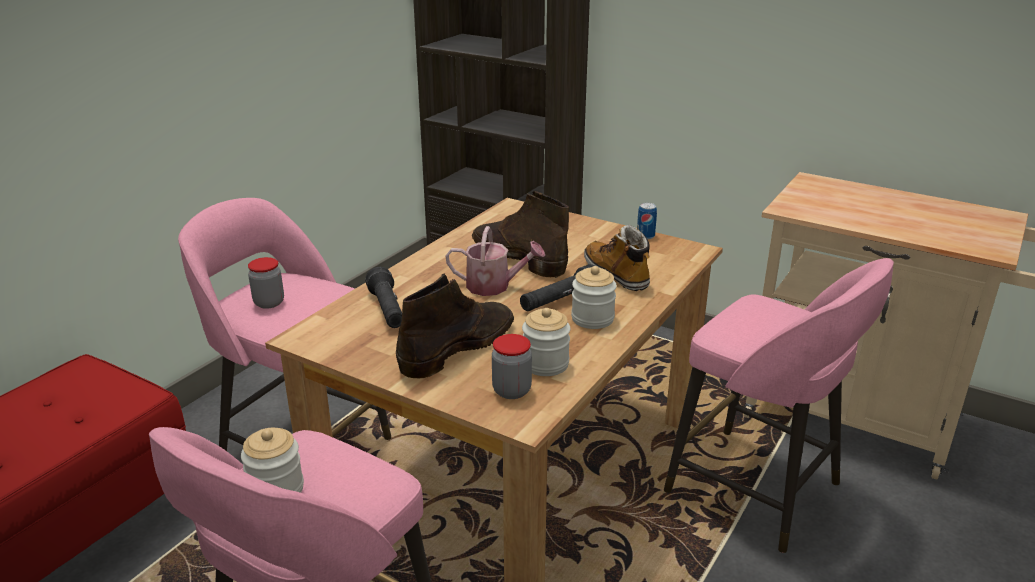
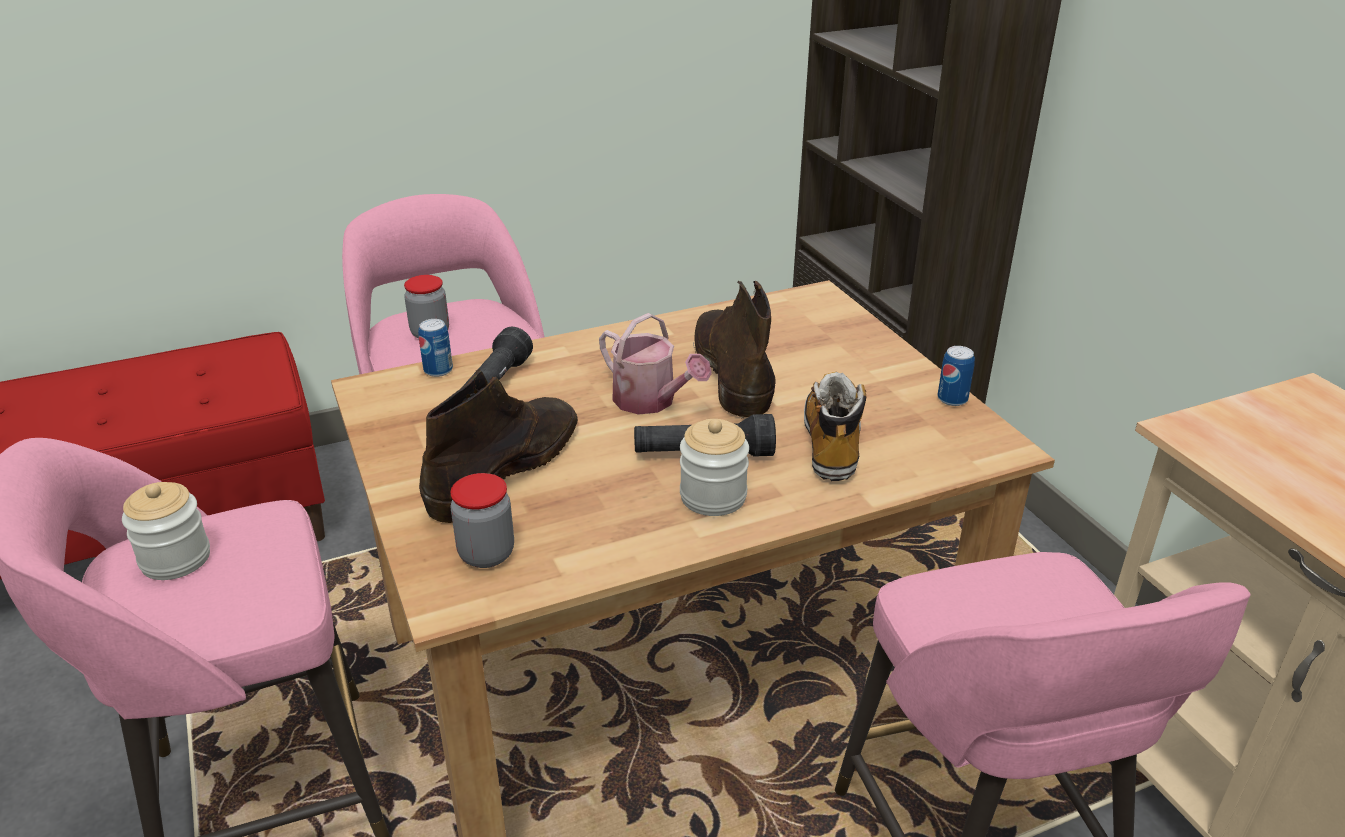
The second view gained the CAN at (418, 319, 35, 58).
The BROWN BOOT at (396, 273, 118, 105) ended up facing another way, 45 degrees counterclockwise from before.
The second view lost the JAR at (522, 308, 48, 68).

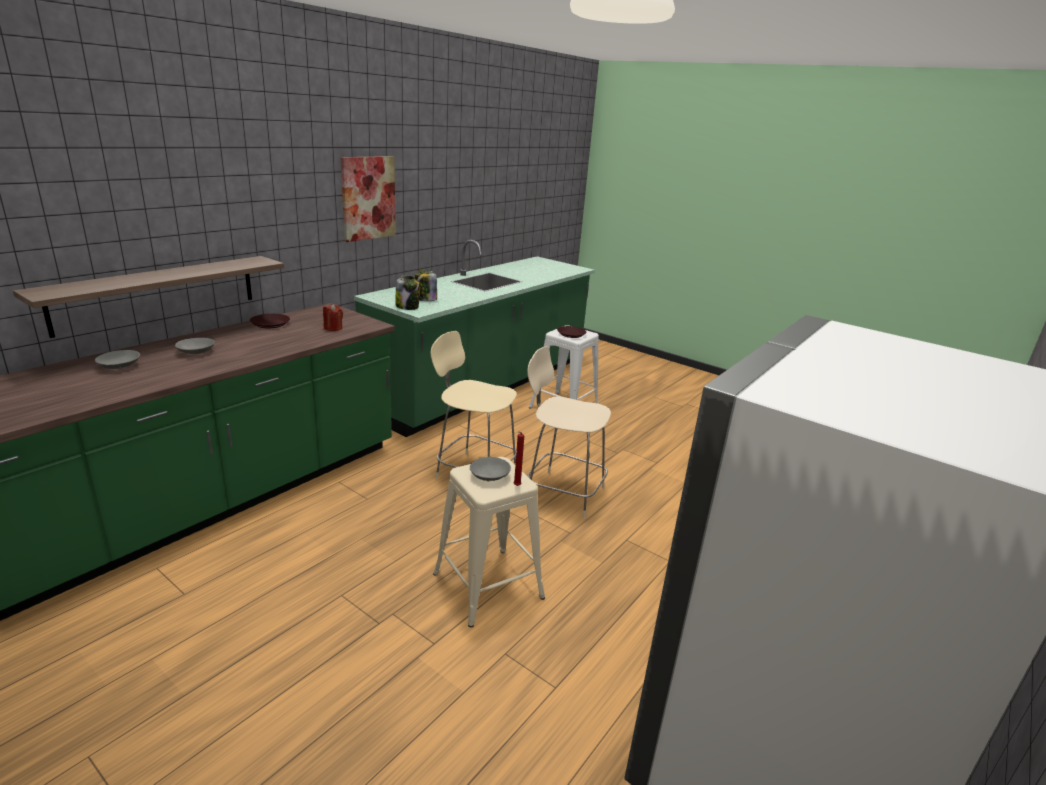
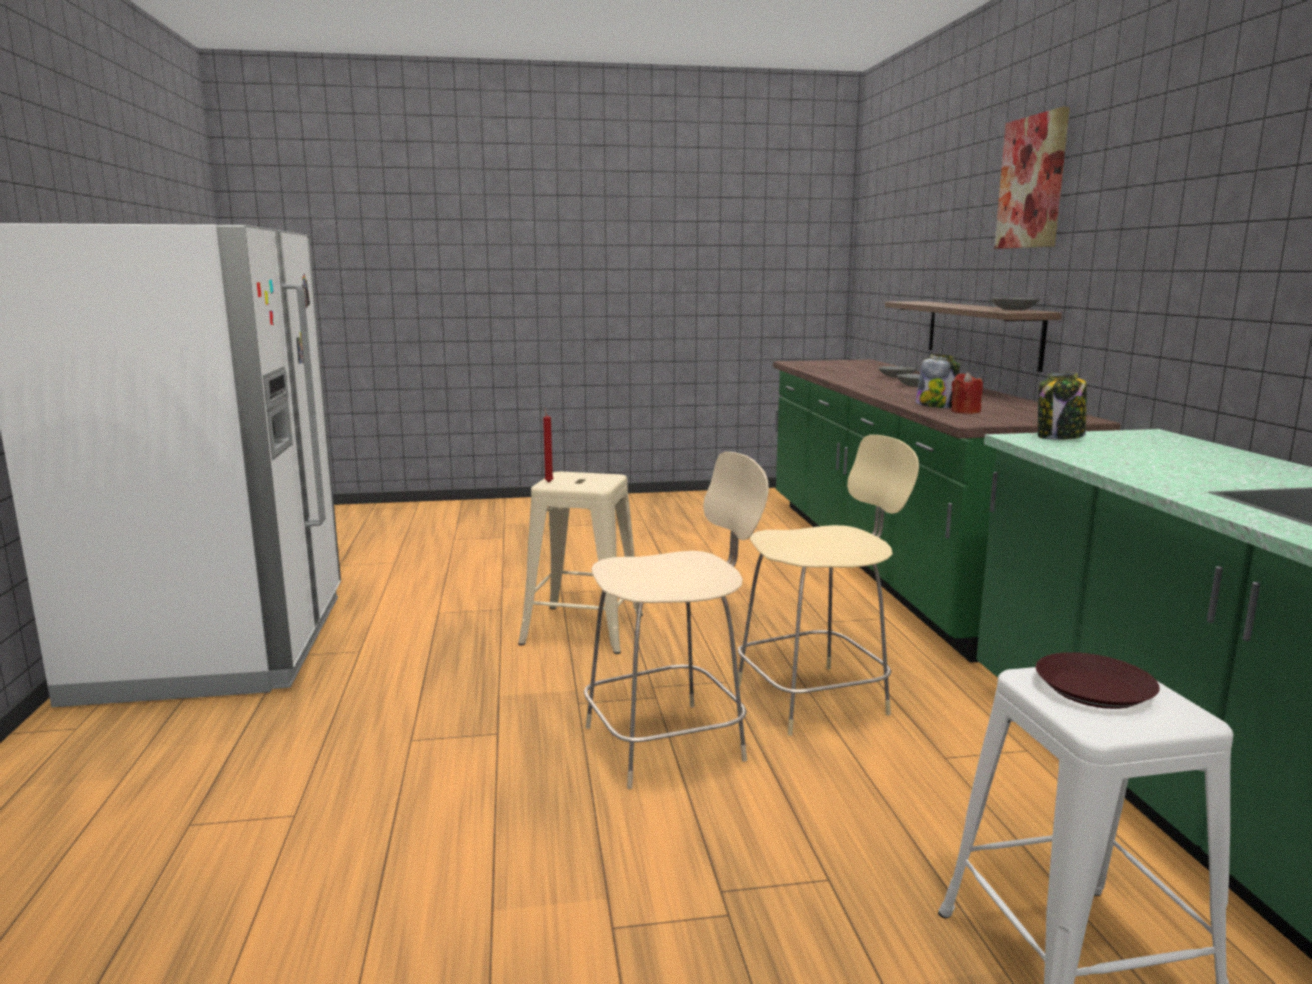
The JAR ended up elsewhere, having gone from (415, 270, 22, 31) to (915, 354, 45, 54).
The GREY BOWL ended up elsewhere, having gone from (470, 457, 41, 24) to (991, 298, 48, 12).
The PICTURE ended up elsewhere, having gone from (340, 156, 56, 86) to (994, 107, 76, 142).
The second view lost the BROWN PLATE at (250, 314, 40, 14).

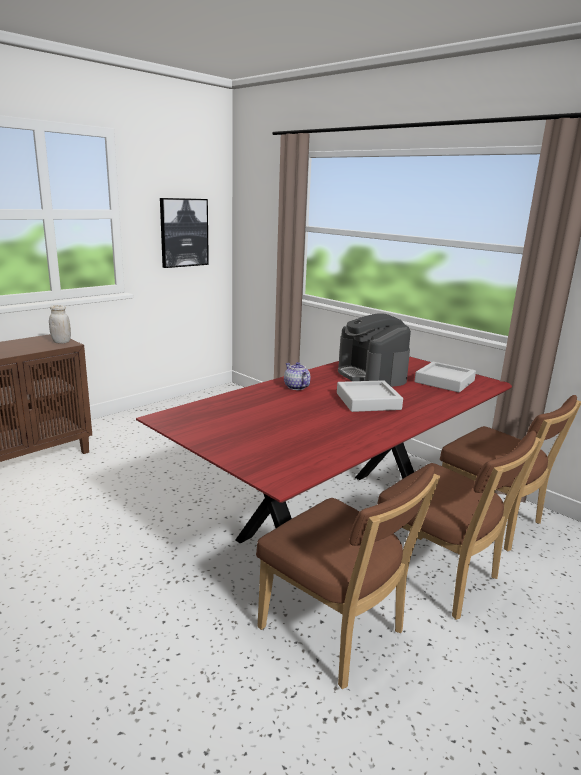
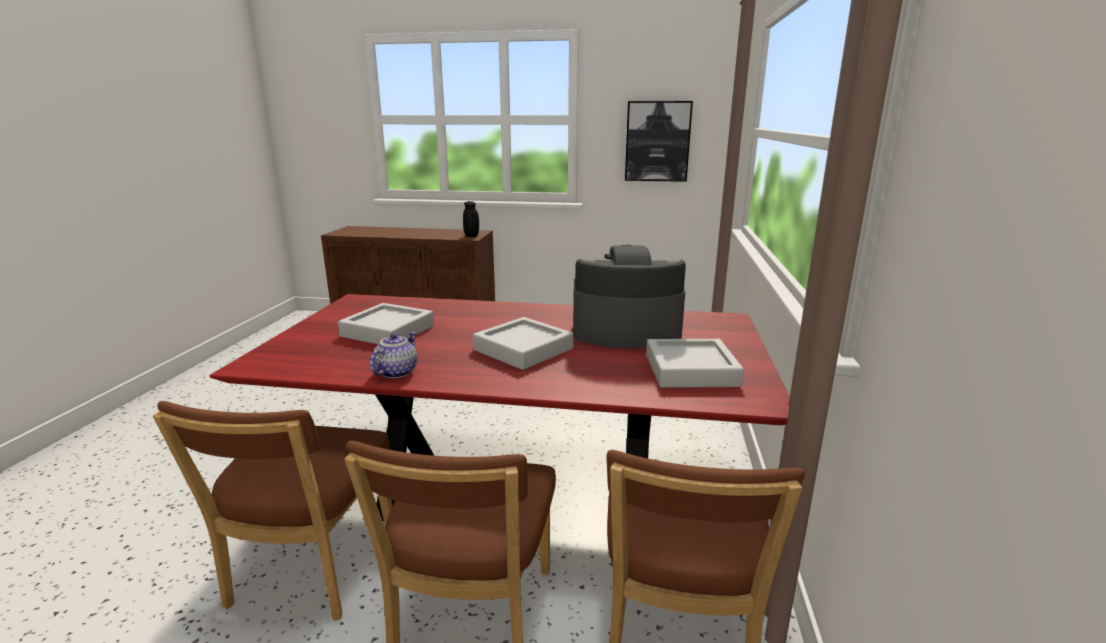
The second view gained the GREY TRAY at (338, 303, 96, 41).
The TEAPOT ended up elsewhere, having gone from (284, 362, 26, 28) to (369, 332, 48, 46).
What was the WHITE JAR at (49, 305, 22, 39) turned into the BLACK JAR at (463, 201, 16, 36).
The COFFEE MACHINE at (338, 313, 73, 74) ended up facing another way, 60 degrees clockwise from before.

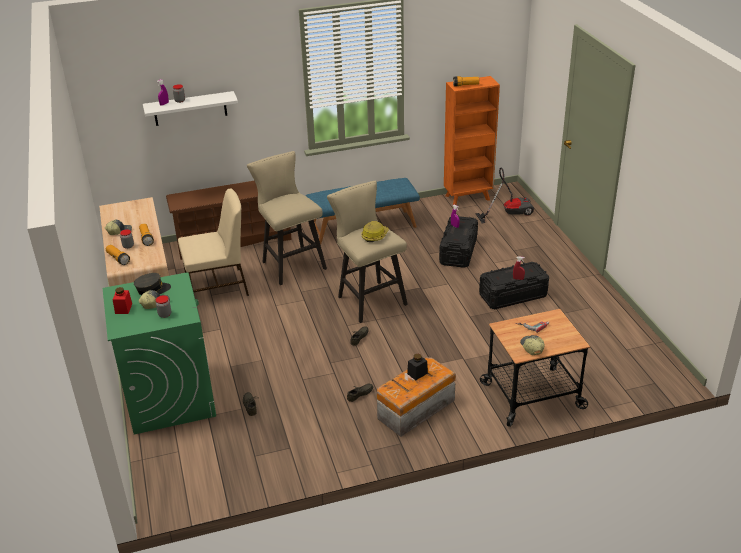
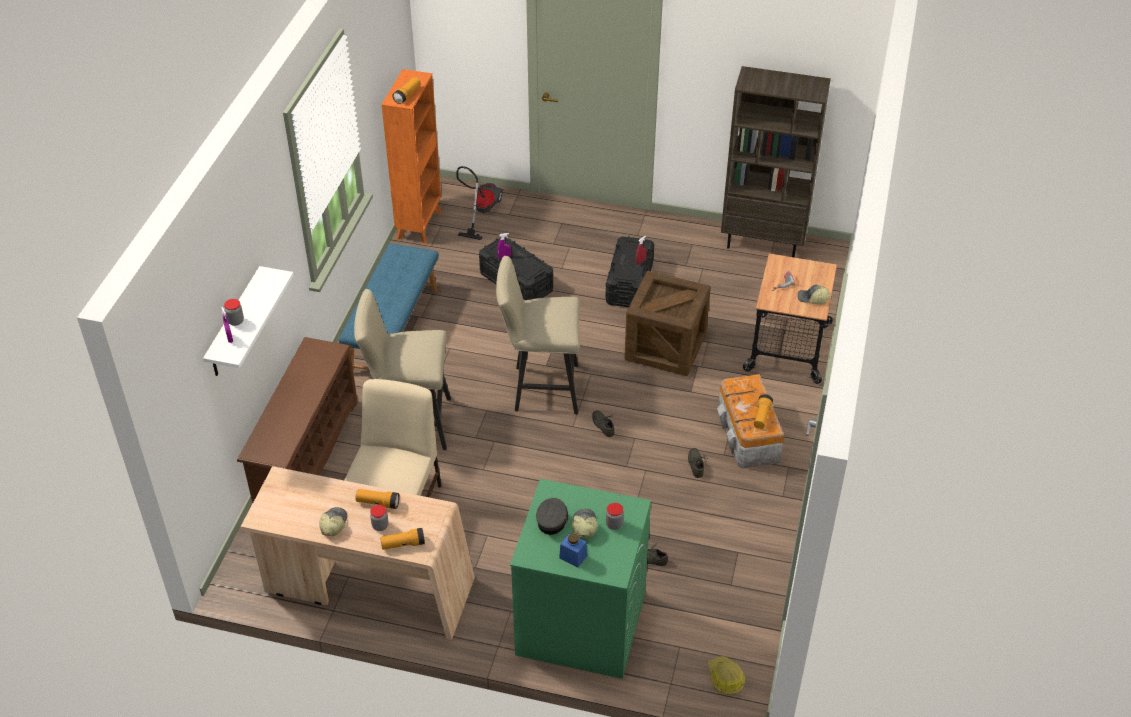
What was the RED JAR at (113, 287, 19, 27) turned into the BLUE JAR at (559, 533, 28, 35).
The second view gained the CRATE at (624, 271, 87, 105).
The HARD HAT ended up elsewhere, having gone from (361, 221, 28, 21) to (708, 656, 37, 39).
The second view gained the BROWN BOOKCASE at (721, 66, 110, 192).
The second view gained the FLASHLIGHT at (754, 394, 19, 35).
The second view lost the BLACK JAR at (407, 354, 21, 26).

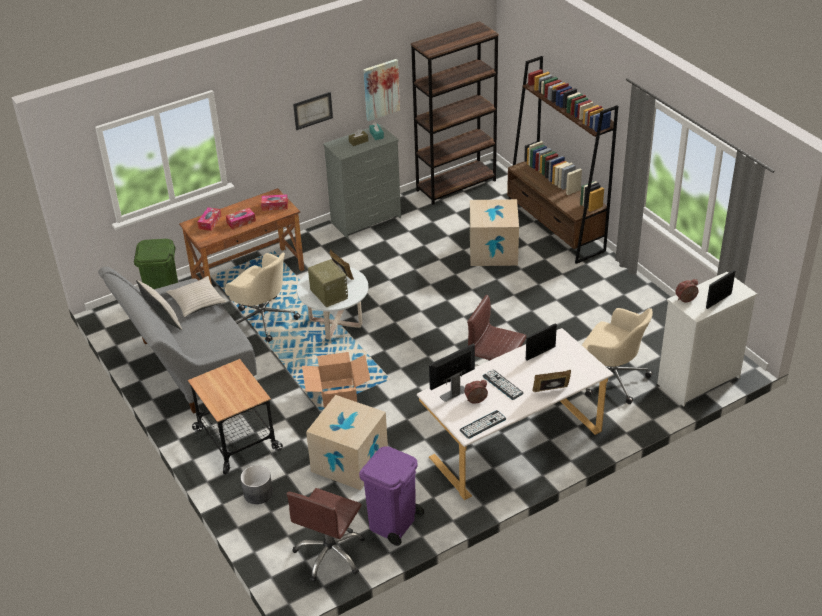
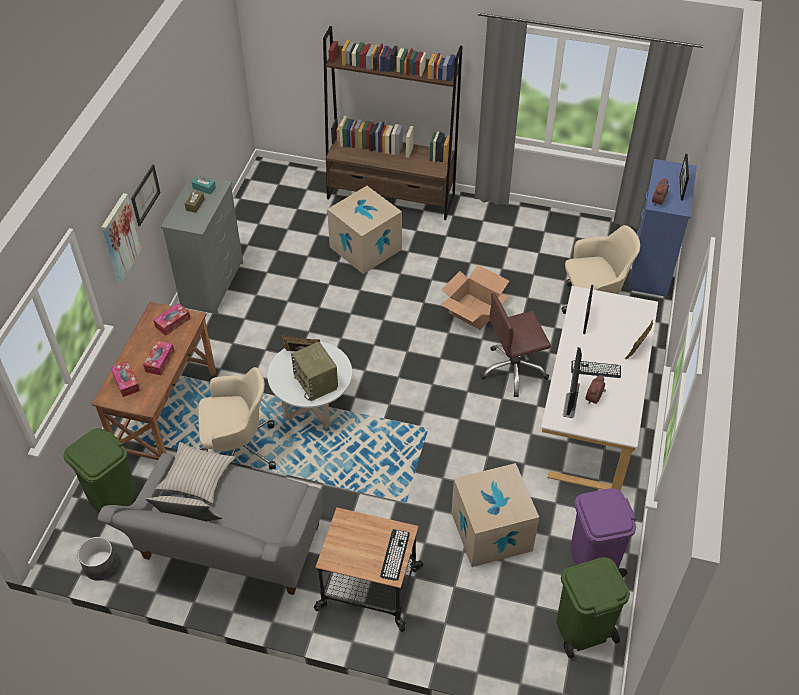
The GREY PLANTER ended up elsewhere, having gone from (241, 465, 32, 39) to (77, 537, 41, 44).
The PICTURE ended up elsewhere, having gone from (363, 59, 37, 62) to (102, 193, 40, 90).
The RADIO at (308, 259, 40, 48) ended up facing another way, 135 degrees counterclockwise from before.
The KEYBOARD ended up elsewhere, having gone from (460, 410, 46, 29) to (380, 529, 30, 52).
The CARDBOARD BOX ended up elsewhere, having gone from (302, 352, 69, 56) to (440, 264, 69, 66).
Where the BROWN OFFICE CHAIR stood at (286, 488, 79, 94), the GREEN TRASH CAN came to stand at (556, 557, 74, 101).
What was the WHITE DRESSER at (657, 272, 100, 134) turned into the BLUE DRESSER at (628, 159, 69, 138).
The second view lost the BROWN BOOKCASE at (411, 21, 88, 184).

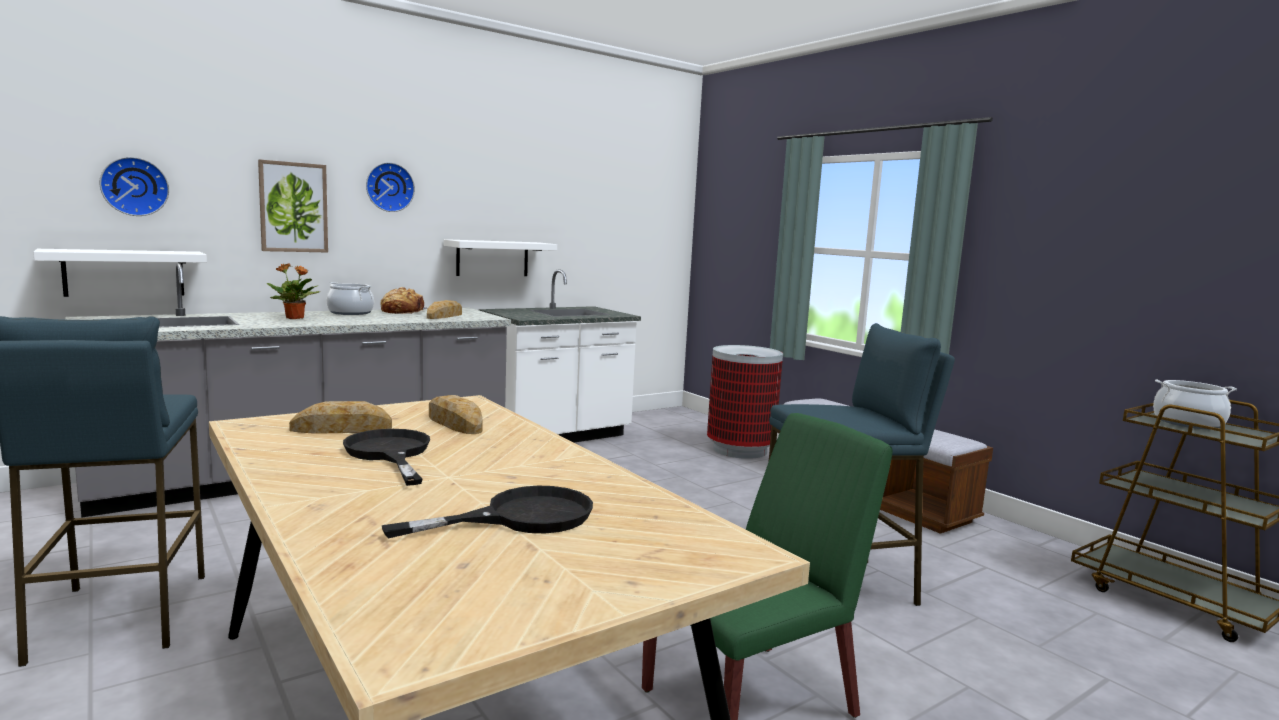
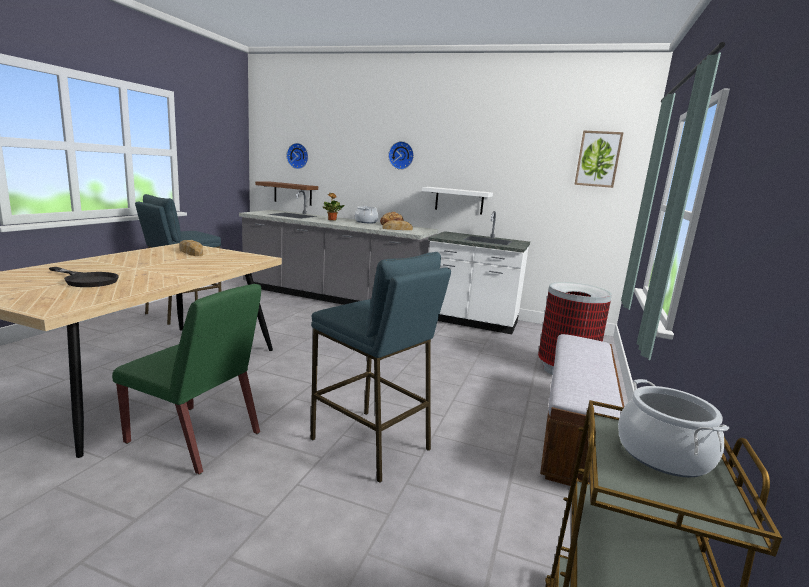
What was the WHITE SHELF at (33, 249, 174, 48) turned into the BROWN SHELF at (255, 181, 63, 25).
The PICTURE ended up elsewhere, having gone from (258, 159, 70, 94) to (574, 130, 50, 58).
The second view lost the BLACK FRYING PAN at (343, 429, 87, 57).
The second view lost the BREAD at (429, 395, 54, 39).

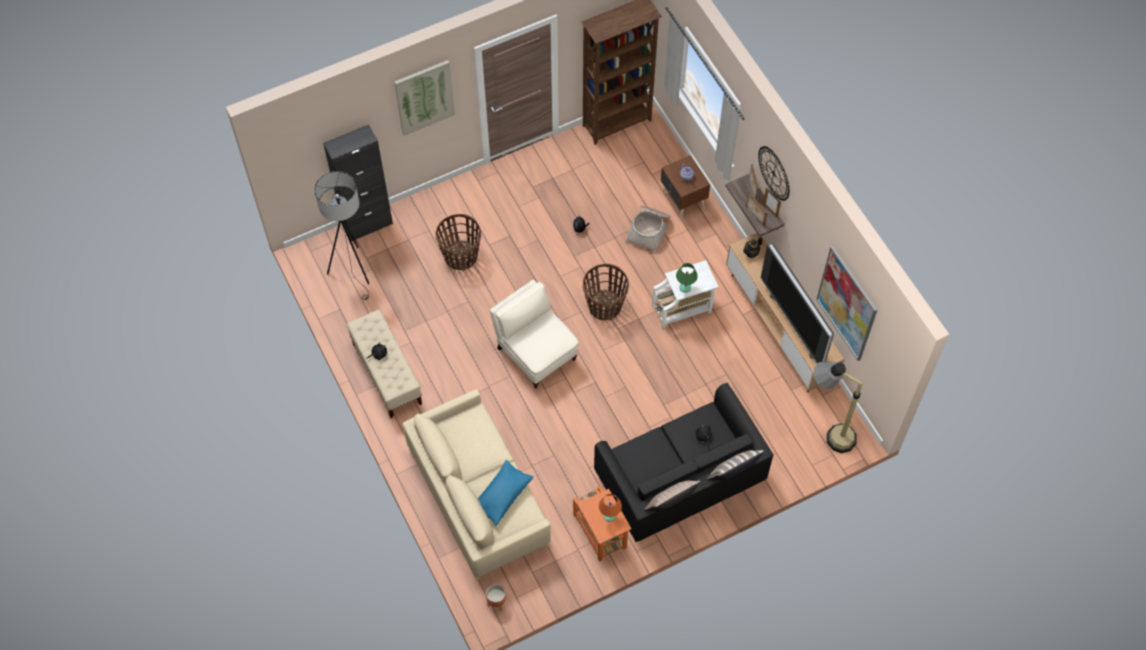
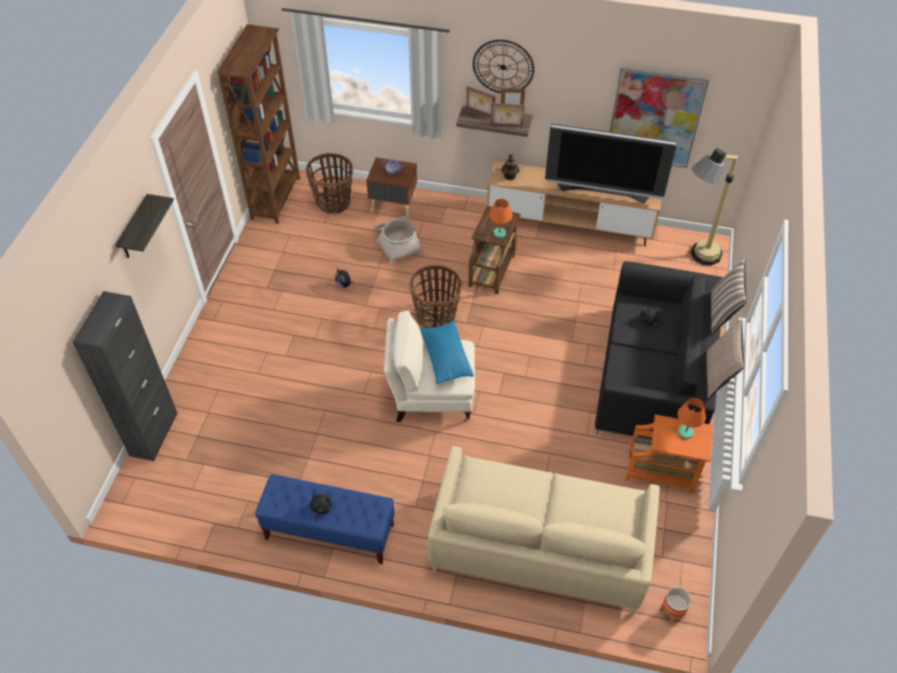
Where the PICTURE hung at (394, 60, 61, 76), the SHELF came to hang at (115, 194, 59, 64).
What was the BEIGE BENCH at (347, 310, 75, 108) turned into the BLUE BENCH at (255, 474, 140, 90).
The BASKET ended up elsewhere, having gone from (436, 214, 45, 57) to (306, 153, 47, 61).
The BLUE PILLOW ended up elsewhere, having gone from (478, 460, 55, 66) to (420, 321, 54, 63).
What was the WHITE SIDE TABLE at (652, 260, 67, 68) turned into the BROWN SIDE TABLE at (468, 206, 53, 88).
What was the GREEN TABLE LAMP at (676, 263, 22, 30) turned into the ORANGE TABLE LAMP at (489, 199, 24, 39).
The second view lost the GREY FLOOR LAMP at (314, 171, 55, 129).

